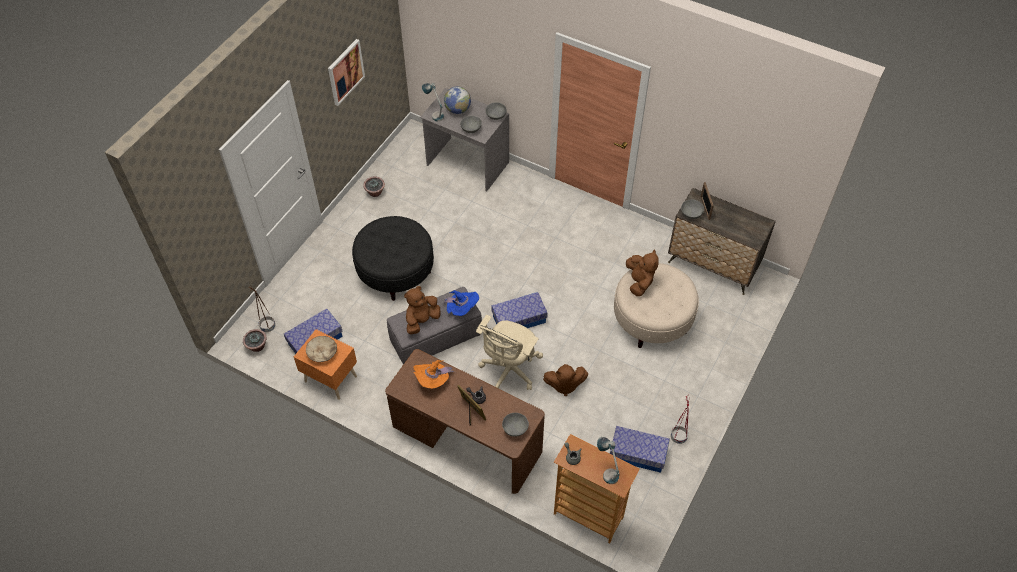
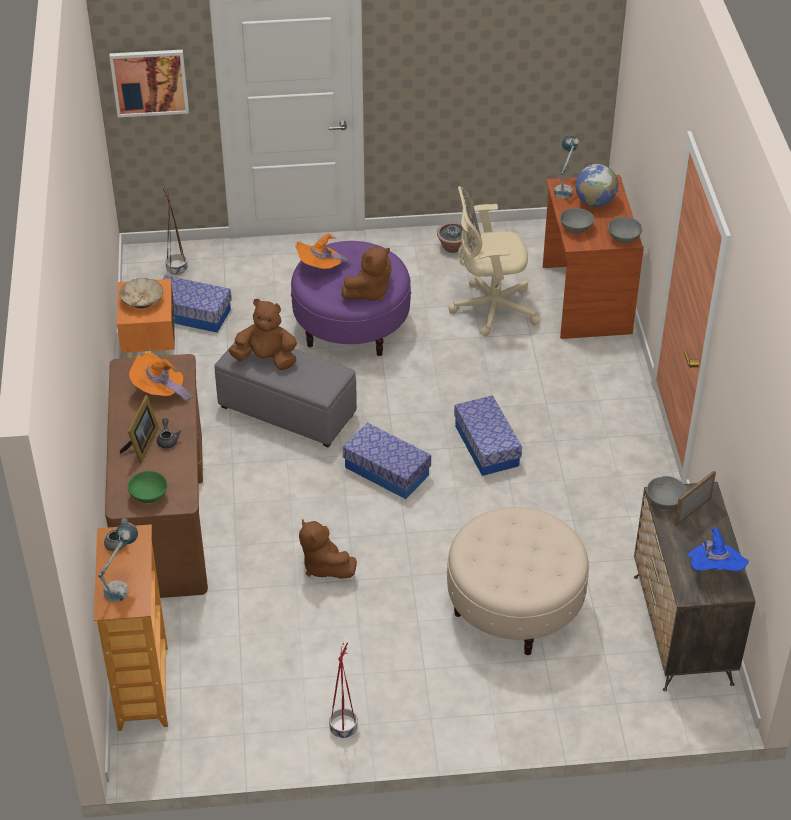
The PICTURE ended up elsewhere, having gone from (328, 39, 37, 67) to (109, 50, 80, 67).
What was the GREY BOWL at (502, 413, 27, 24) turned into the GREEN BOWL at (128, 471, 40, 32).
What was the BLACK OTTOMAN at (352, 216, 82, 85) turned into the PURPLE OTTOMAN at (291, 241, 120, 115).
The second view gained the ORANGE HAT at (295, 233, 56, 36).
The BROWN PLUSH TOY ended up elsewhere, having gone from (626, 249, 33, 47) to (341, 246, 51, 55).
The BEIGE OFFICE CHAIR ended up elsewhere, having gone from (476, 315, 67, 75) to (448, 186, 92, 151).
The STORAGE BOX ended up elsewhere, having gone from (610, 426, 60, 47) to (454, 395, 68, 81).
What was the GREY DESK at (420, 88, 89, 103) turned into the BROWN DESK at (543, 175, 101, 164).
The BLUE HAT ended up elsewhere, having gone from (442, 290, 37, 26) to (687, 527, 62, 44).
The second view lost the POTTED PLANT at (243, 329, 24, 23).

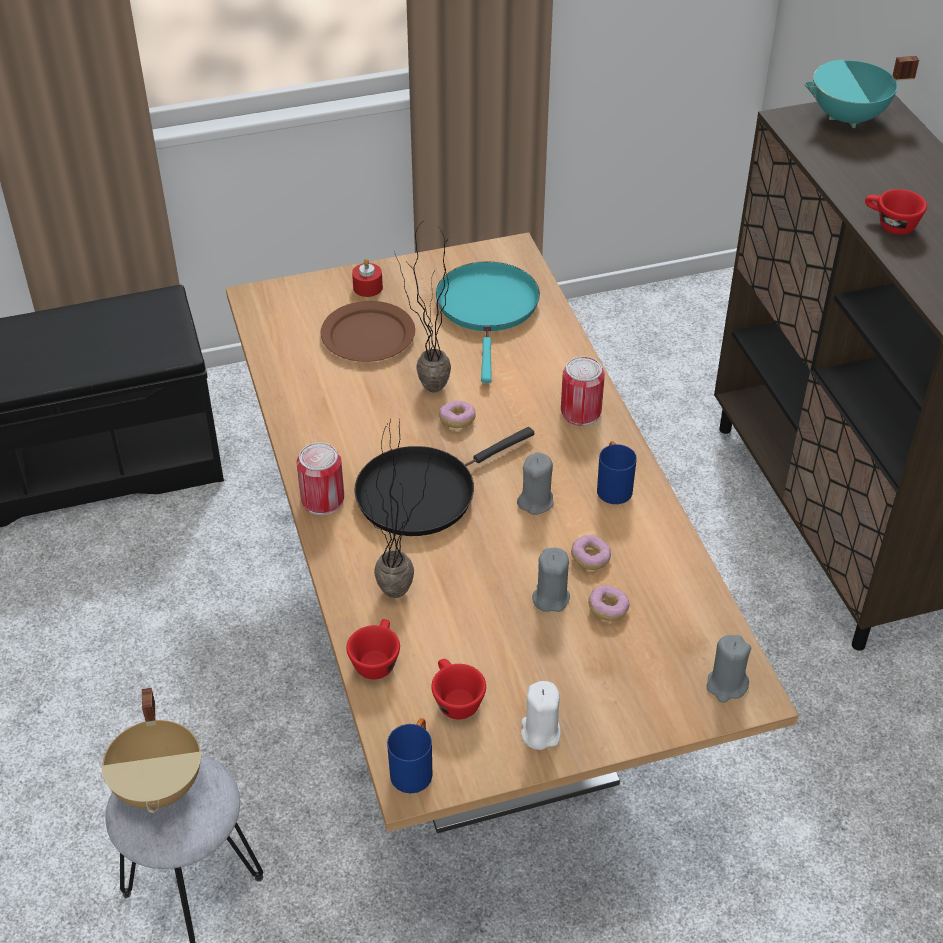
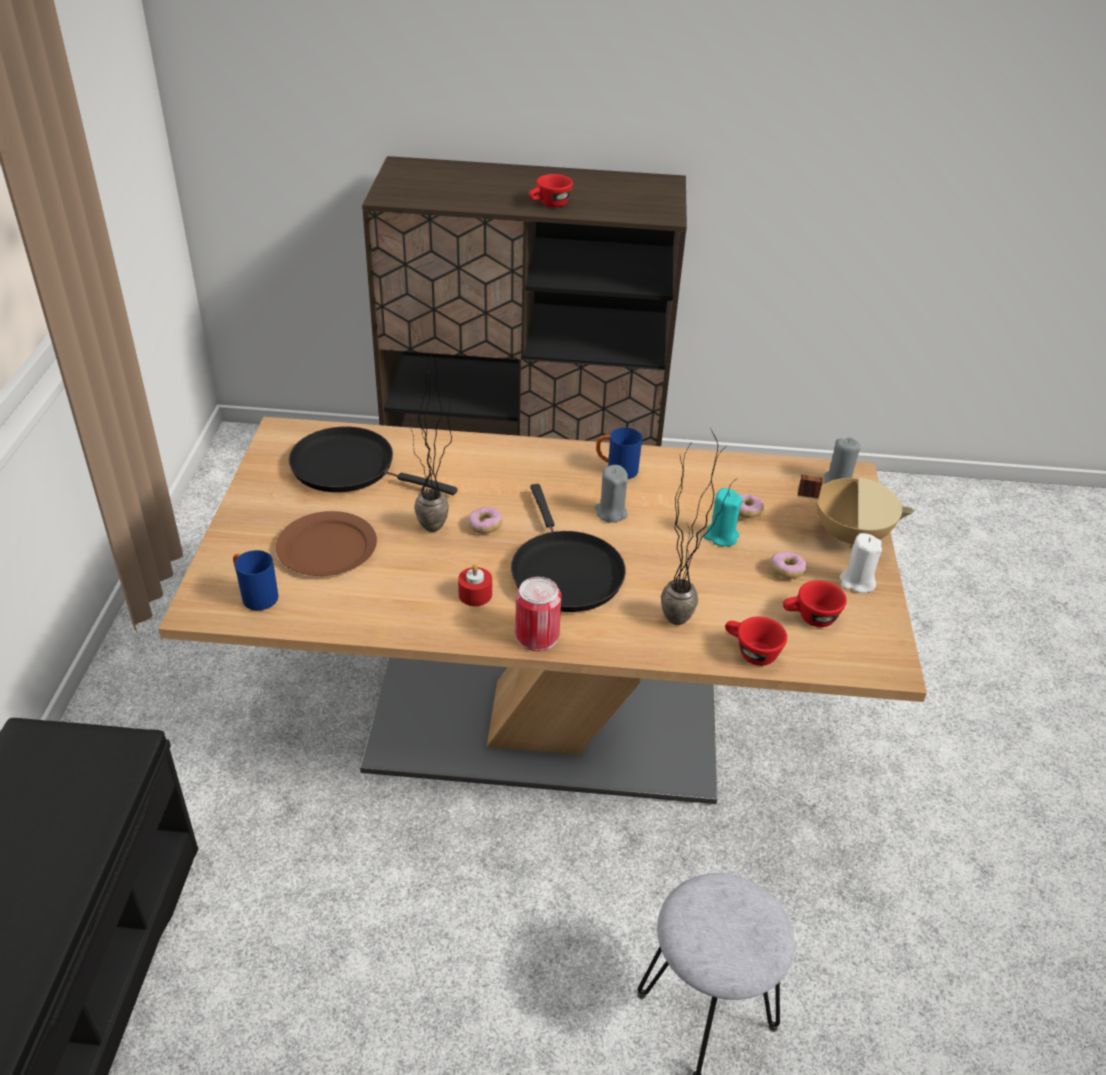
The BLUE MUG ended up elsewhere, having gone from (387, 718, 45, 76) to (233, 550, 45, 60).
What was the TURQUOISE FRYING PAN at (436, 261, 104, 122) turned into the BLACK FRYING PAN at (289, 427, 168, 68).
The RED CANDLE ended up elsewhere, having gone from (352, 259, 31, 38) to (458, 564, 34, 42).
What was the GREY CANDLE at (532, 548, 38, 64) turned into the TURQUOISE CANDLE at (704, 488, 39, 59).
The DONUT ended up elsewhere, having gone from (571, 535, 40, 35) to (770, 552, 37, 27).
The BEIGE COOKING POT ended up elsewhere, having gone from (101, 688, 100, 125) to (797, 474, 117, 74).
The second view lost the CAN at (561, 356, 44, 70).
The second view lost the TURQUOISE COOKING POT at (804, 56, 115, 72).

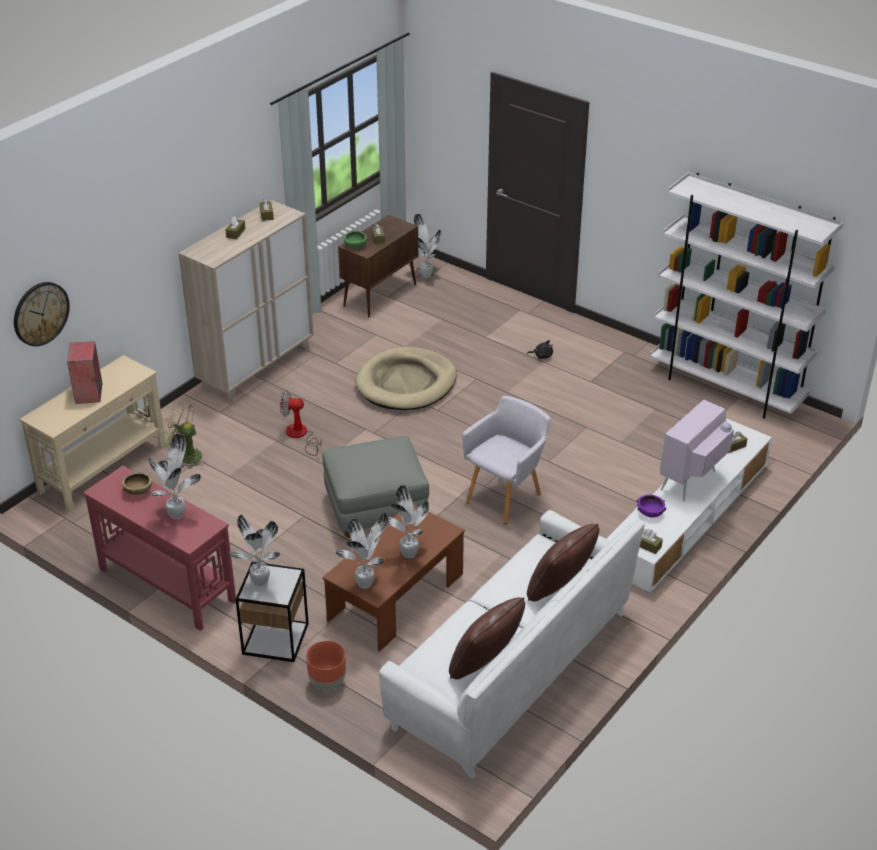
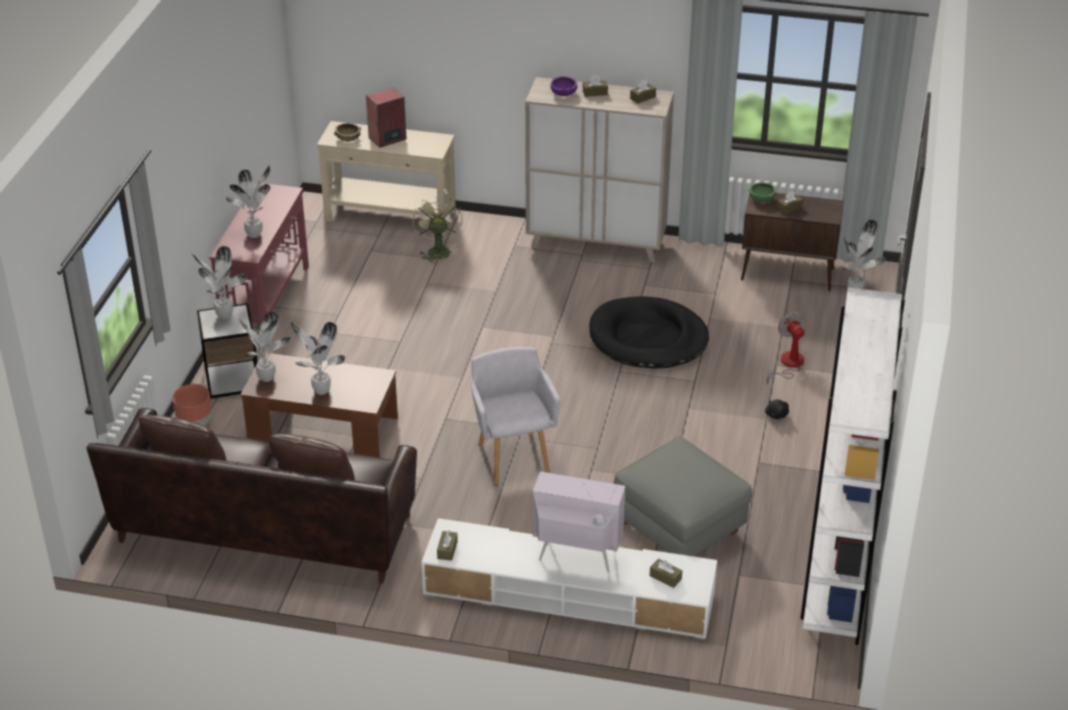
What was the WHITE SOFA at (379, 510, 266, 269) turned into the BROWN SOFA at (87, 408, 330, 176).
The BROWN BOWL ended up elsewhere, having gone from (122, 472, 30, 23) to (334, 123, 27, 19).
The GREY ARMCHAIR at (462, 396, 89, 128) ended up facing another way, 120 degrees counterclockwise from before.
The PURPLE BOWL ended up elsewhere, having gone from (637, 494, 29, 24) to (550, 76, 27, 20).
What was the BEIGE DOG BED at (355, 347, 102, 63) turned into the BLACK DOG BED at (589, 297, 120, 72).
The GREY OTTOMAN ended up elsewhere, having gone from (322, 436, 107, 102) to (614, 436, 138, 120).
The FAN ended up elsewhere, having gone from (280, 390, 42, 66) to (766, 312, 39, 72).
The second view lost the WALL CLOCK at (14, 282, 56, 64).

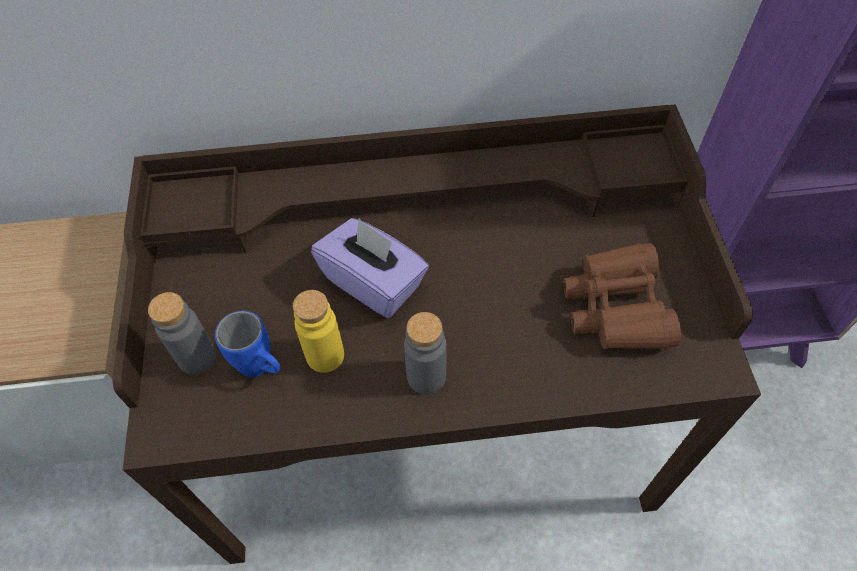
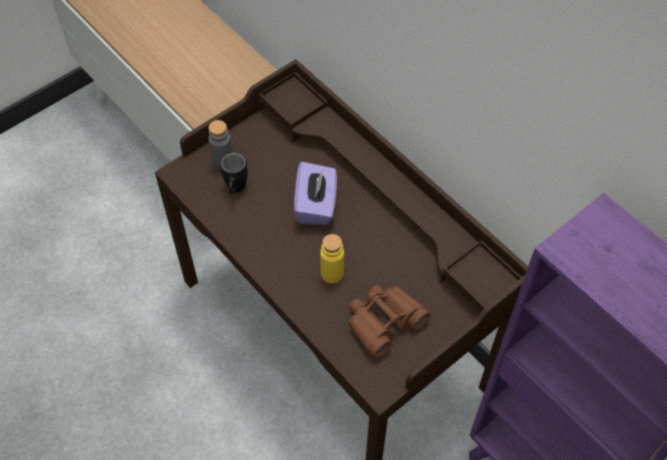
What was the BLUE MUG at (215, 310, 65, 67) turned into the BLACK MUG at (220, 153, 28, 41).
The YELLOW BOTTLE ended up elsewhere, having gone from (293, 290, 51, 83) to (320, 234, 24, 49).
The second view lost the GREY BOTTLE at (404, 312, 42, 83).

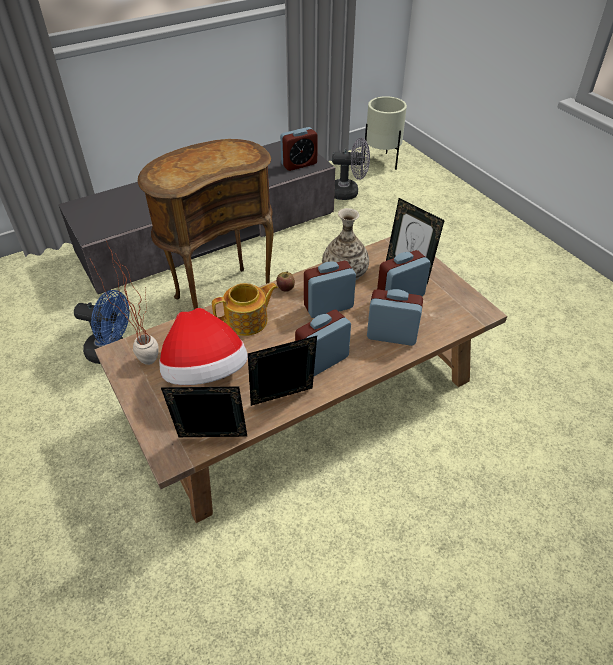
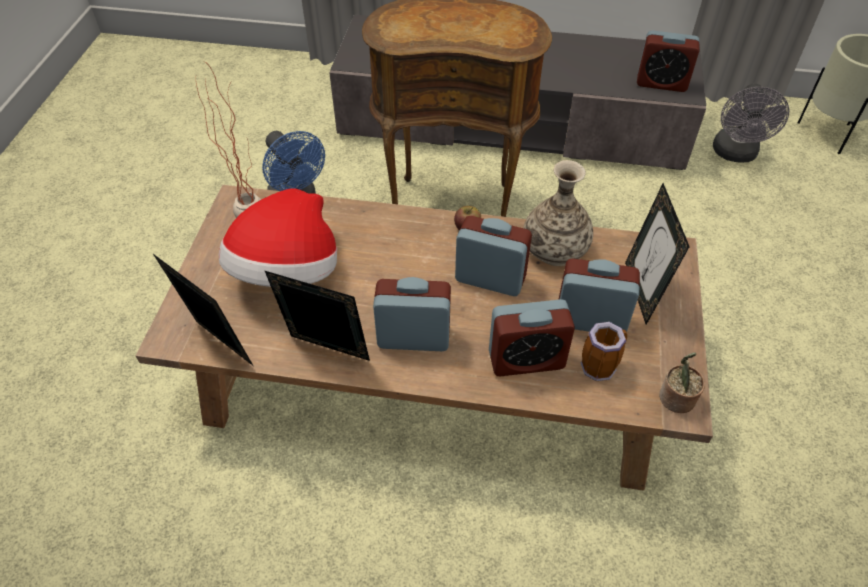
The ALARM CLOCK at (367, 289, 56, 57) ended up facing another way, 120 degrees clockwise from before.
The second view gained the MUG at (580, 322, 47, 59).
The second view gained the POTTED PLANT at (659, 352, 46, 61).
The GREY FAN at (332, 138, 38, 62) ended up facing another way, 60 degrees clockwise from before.
The second view lost the TEAPOT at (212, 283, 66, 53).

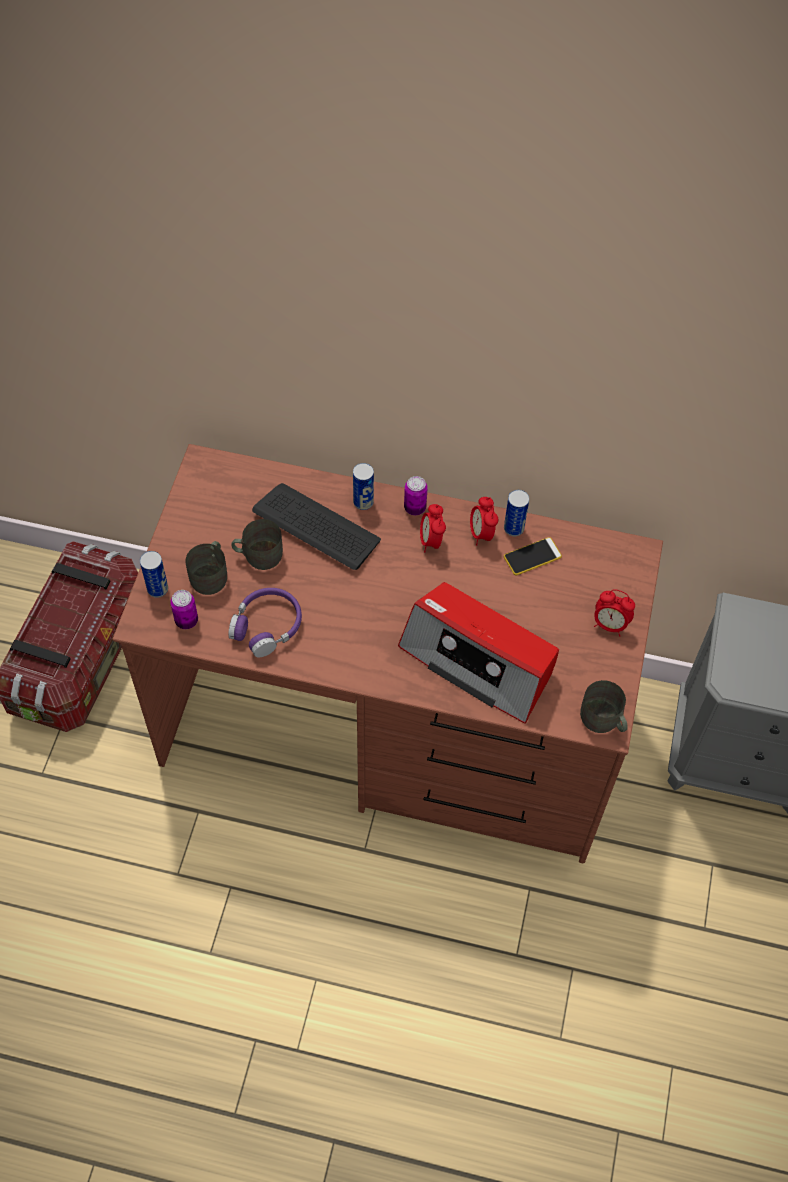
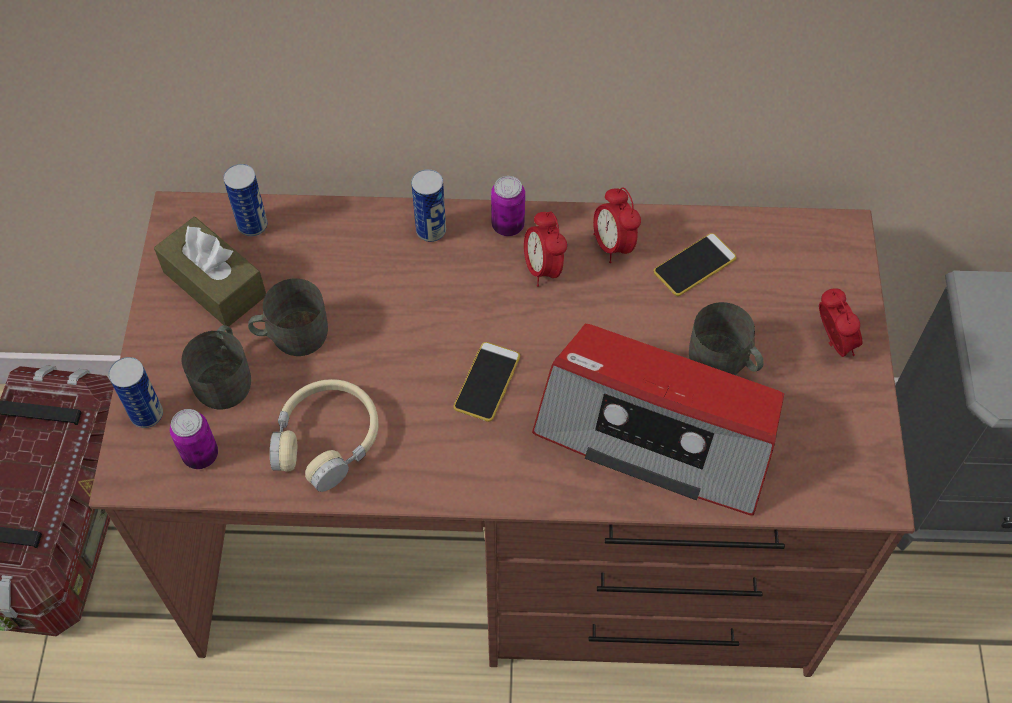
The second view gained the BROWN TISSUE BOX at (154, 217, 112, 110).
The CAN ended up elsewhere, having gone from (504, 490, 25, 46) to (223, 164, 45, 72).
What was the PURPLE HEADPHONES at (228, 588, 74, 69) turned into the BEIGE HEADPHONES at (270, 379, 108, 113).
The second view gained the PHONE at (453, 342, 67, 80).
The GREY MUG ended up elsewhere, having gone from (580, 680, 48, 53) to (689, 302, 75, 73).
The ALARM CLOCK at (594, 589, 41, 48) ended up facing another way, 120 degrees counterclockwise from before.
The second view lost the KEYBOARD at (252, 483, 129, 87).

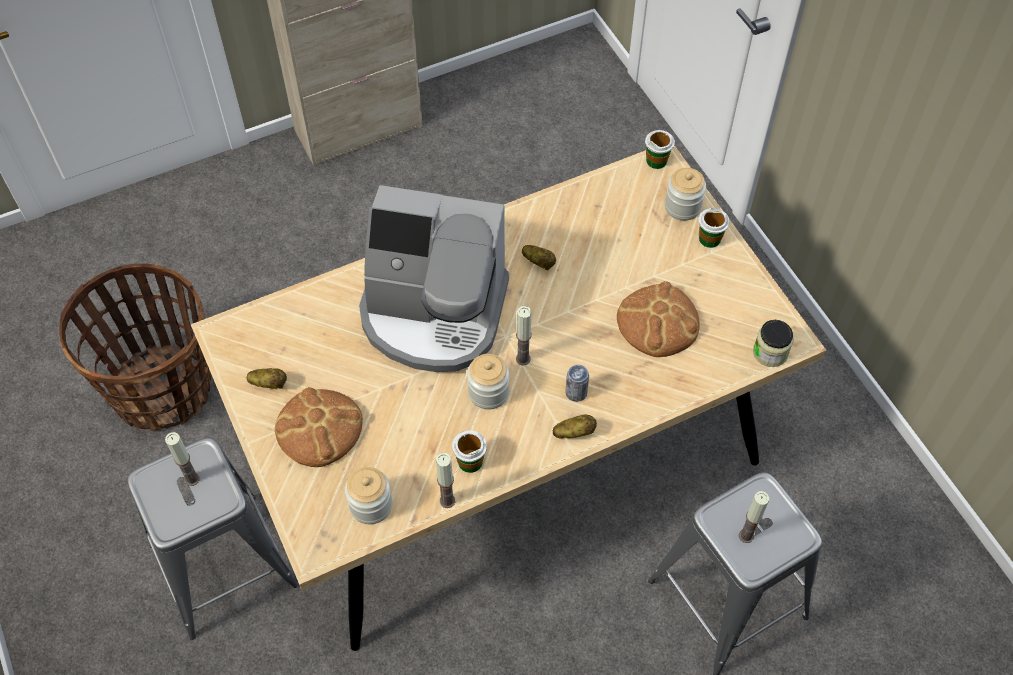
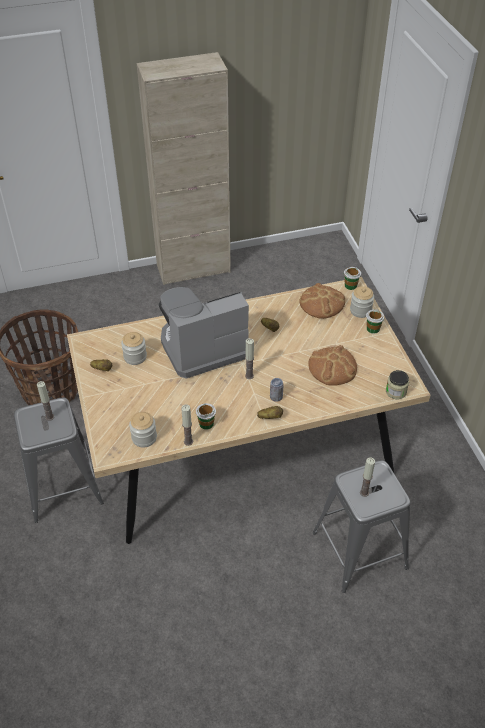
The JAR ended up elsewhere, having gone from (467, 354, 42, 56) to (121, 332, 26, 33).
The COFFEE MACHINE at (359, 185, 150, 187) ended up facing another way, 135 degrees clockwise from before.
The BREAD ended up elsewhere, having gone from (275, 387, 88, 80) to (300, 283, 45, 36).

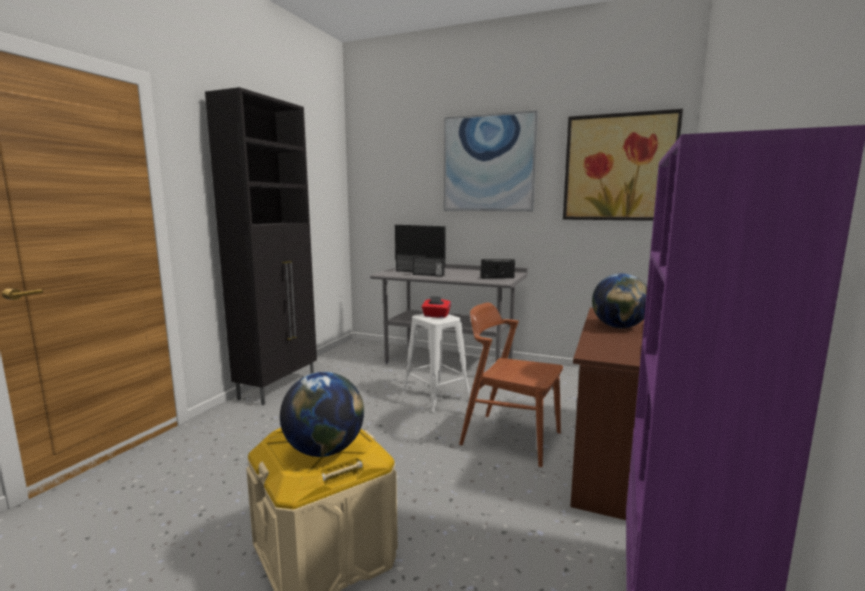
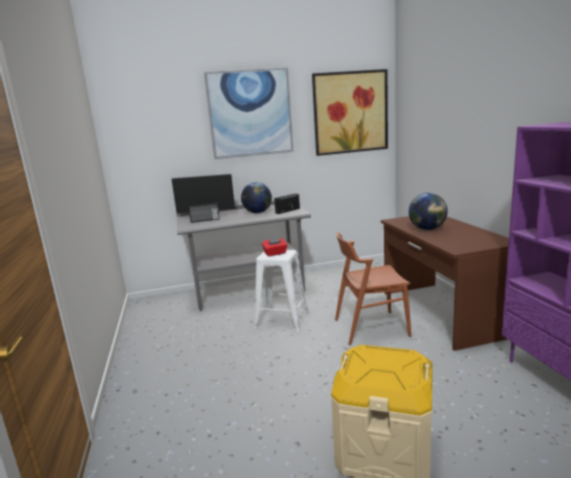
The GLOBE ended up elsewhere, having gone from (280, 372, 84, 85) to (241, 182, 31, 31).
The second view lost the BLACK CABINET at (205, 87, 112, 318).
The second view lost the RADIO at (413, 257, 32, 20).

